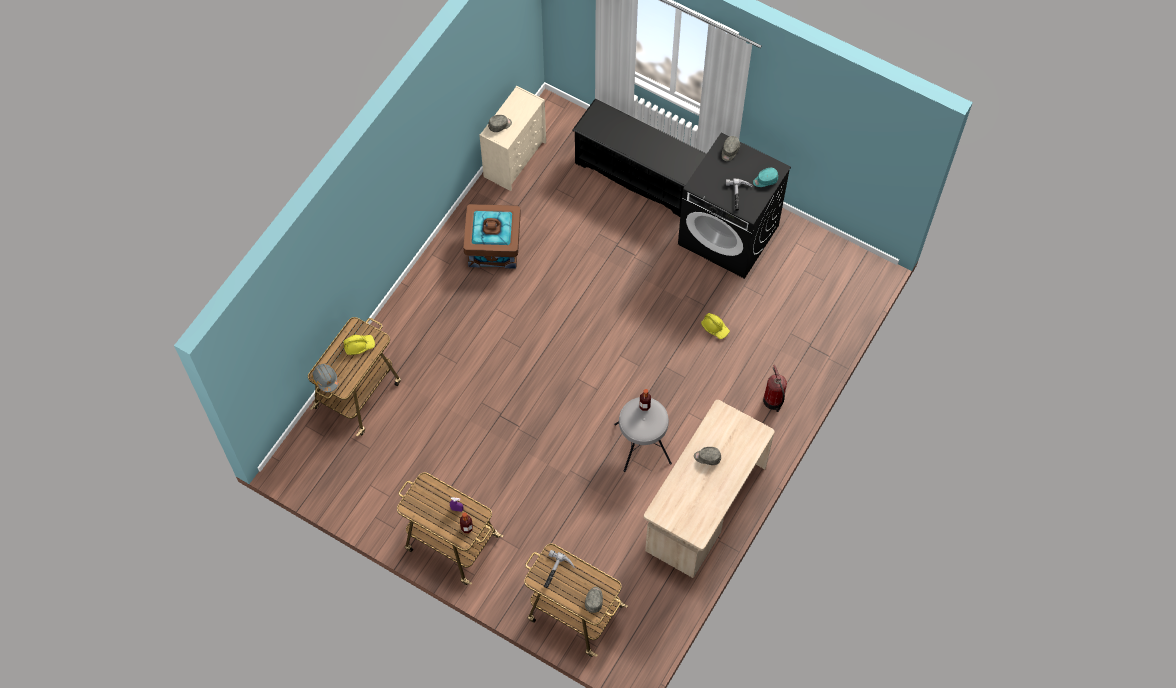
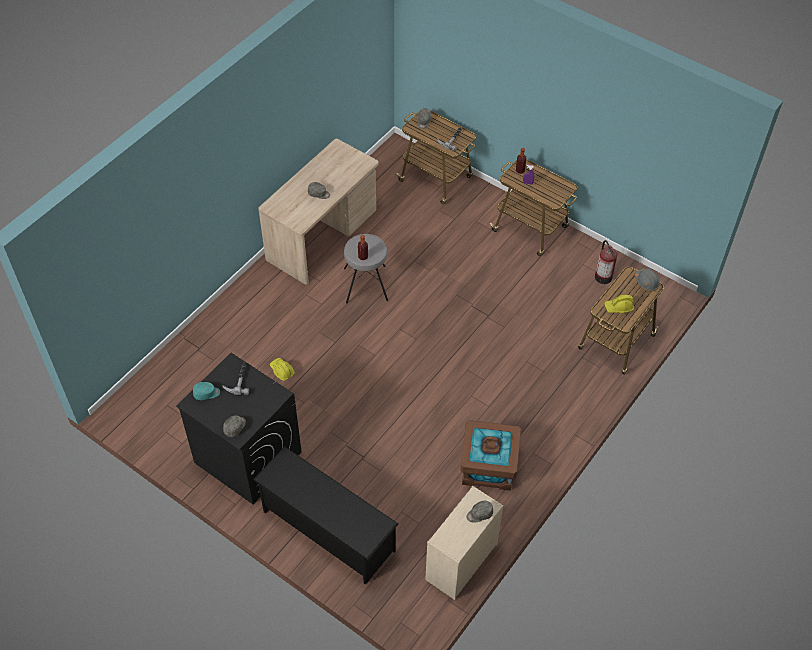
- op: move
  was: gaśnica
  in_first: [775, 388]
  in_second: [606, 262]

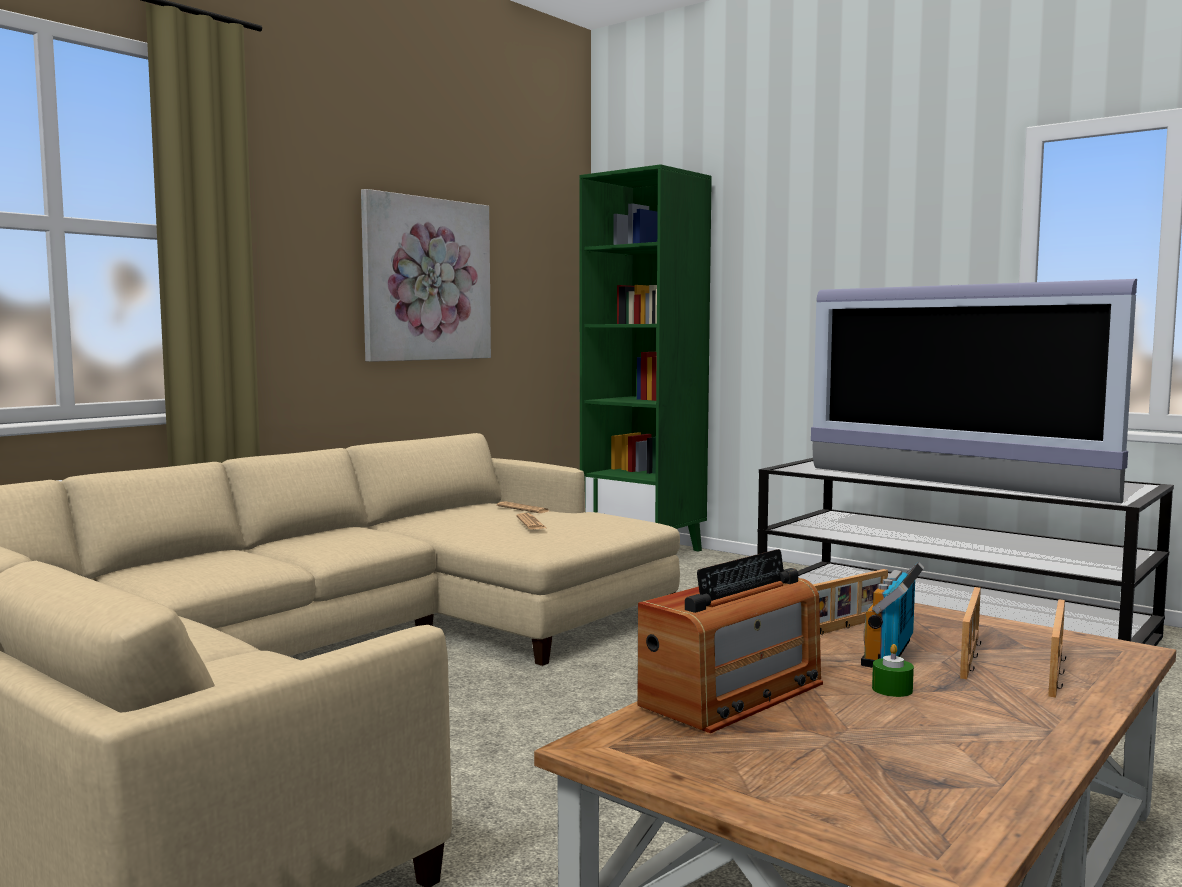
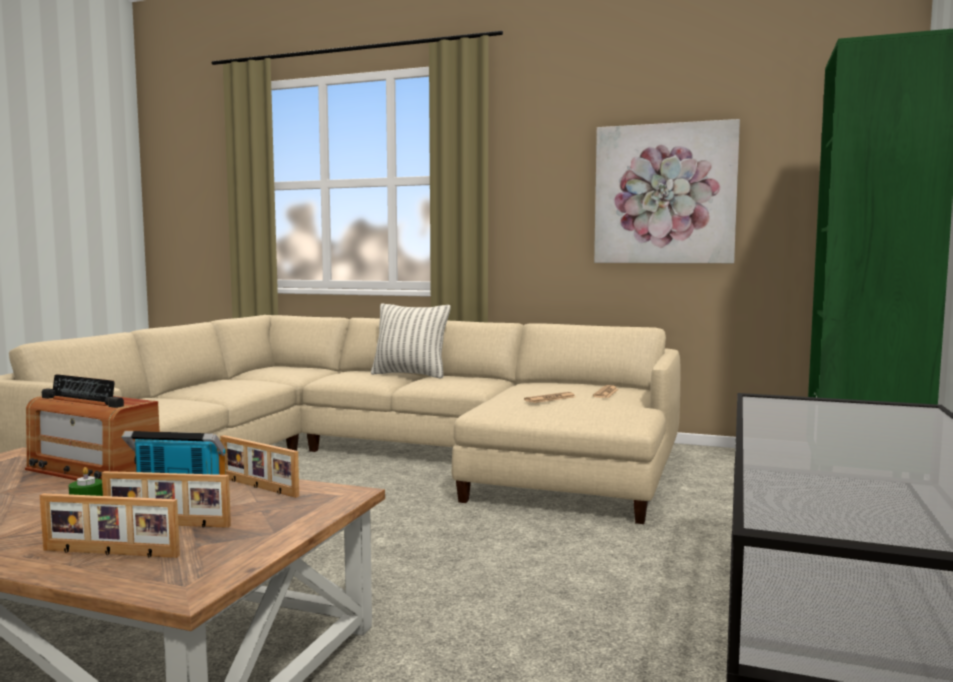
- op: delete
  was: telewizor
  in_first: [974, 391]
- op: insert
  now: poduszka
  in_second: [410, 340]

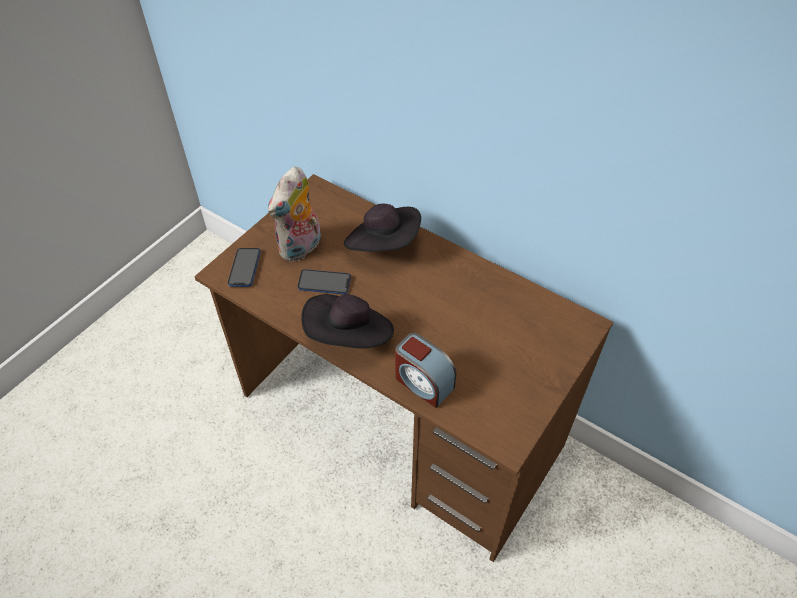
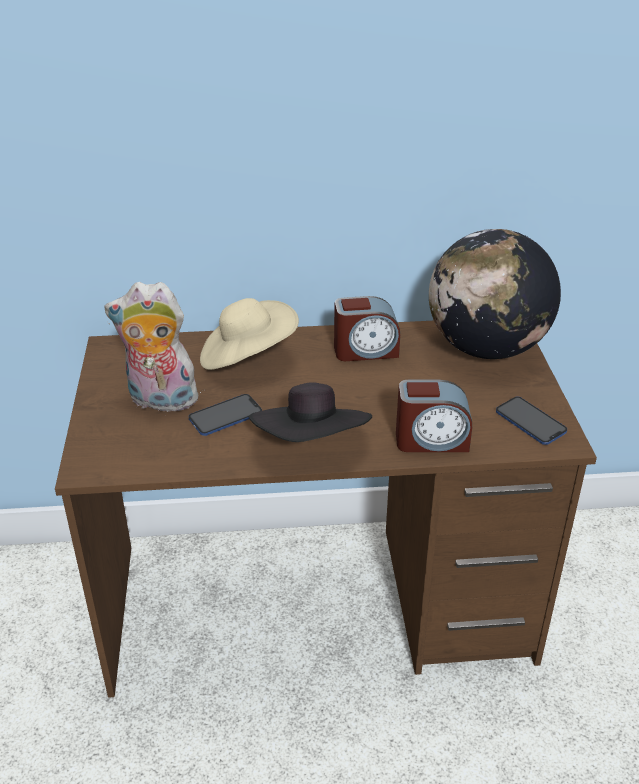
- op: move
  was: telefon
  in_first: [244, 267]
  in_second: [531, 421]
- op: rotate
  was: pluszak
  in_first: [294, 214]
  in_second: [152, 347]
  clockwise: 105
- op: recolor
  was: kapelusz [czarny]
  now: kapelusz [beżowy]
  in_first: [382, 228]
  in_second: [249, 334]
- op: insert
  now: budzik
  in_second: [367, 328]
- op: insert
  now: globus
  in_second: [495, 294]

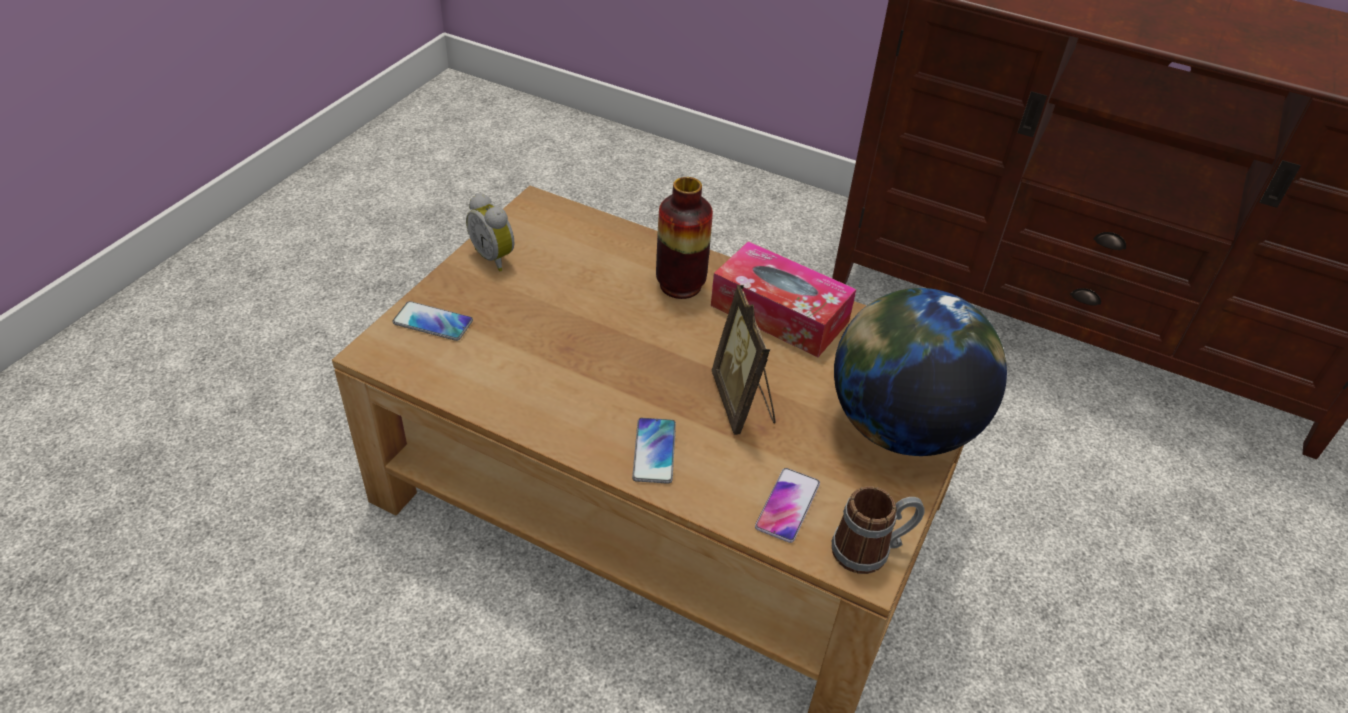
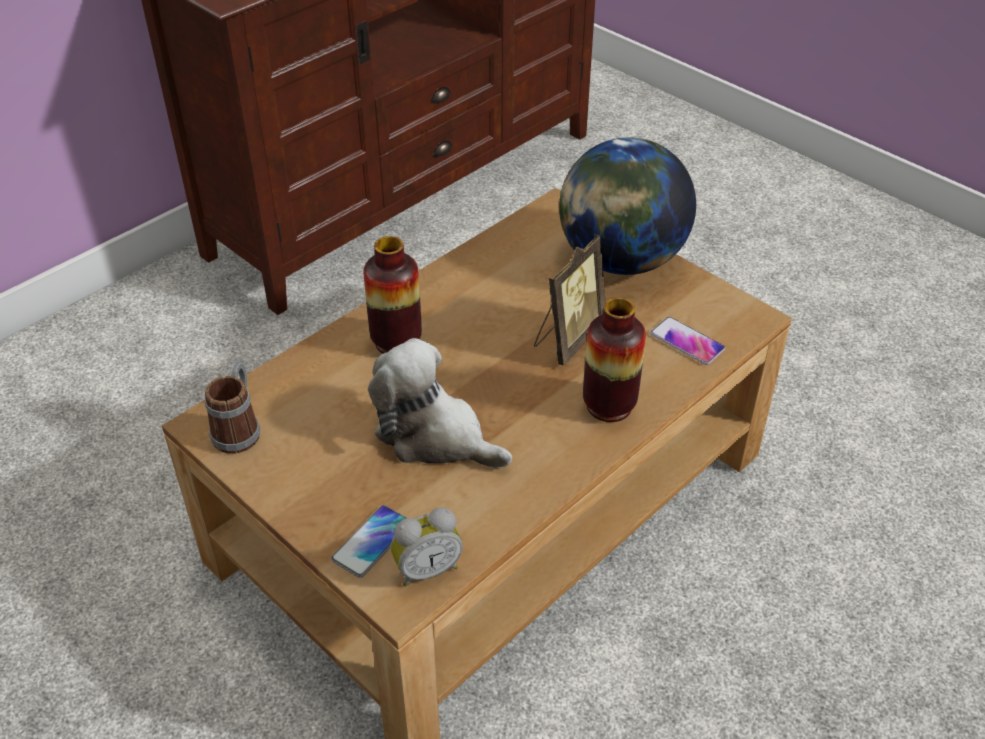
- op: move
  was: budzik
  in_first: [490, 232]
  in_second: [427, 547]
- op: replace
  was: telefon
  now: wazon
  in_first: [654, 451]
  in_second: [614, 360]
- op: delete
  was: pudełko chusteczek
  in_first: [783, 299]
- op: rotate
  was: ramka na zdjęcie
  in_first: [743, 360]
  in_second: [569, 300]
  clockwise: -60
- op: move
  was: kubek
  in_first: [878, 530]
  in_second: [232, 408]
- op: insert
  now: pluszak
  in_second: [440, 403]

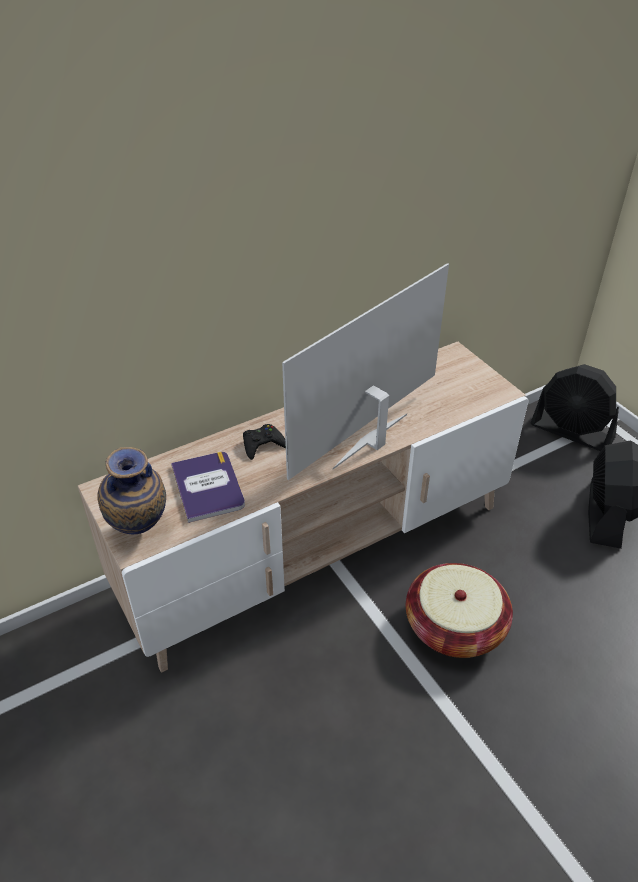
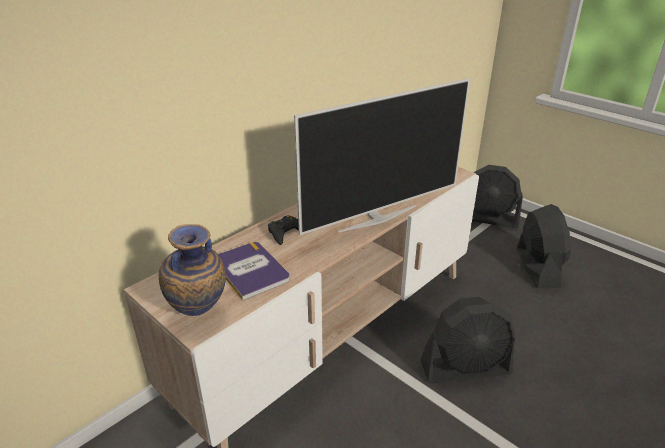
- op: rotate
  was: telewizor
  in_first: [365, 371]
  in_second: [382, 156]
  clockwise: -150
- op: replace
  was: koszyk
  now: wentylator [czarny]
  in_first: [459, 610]
  in_second: [468, 340]

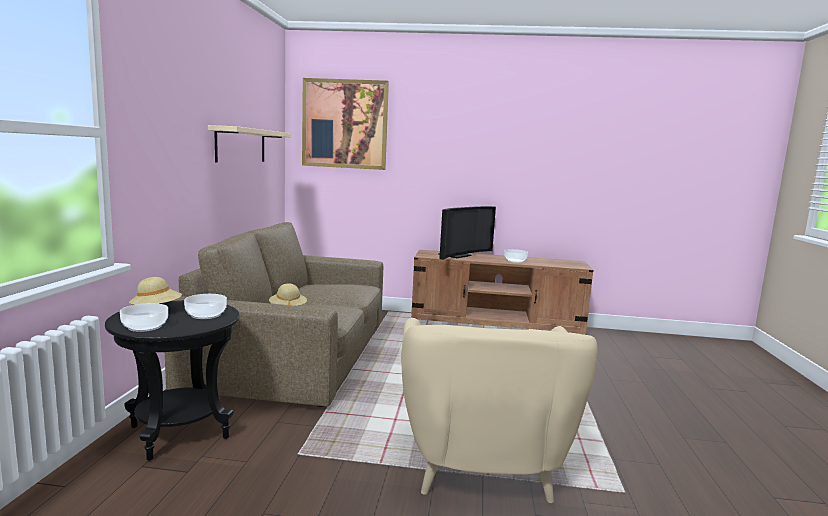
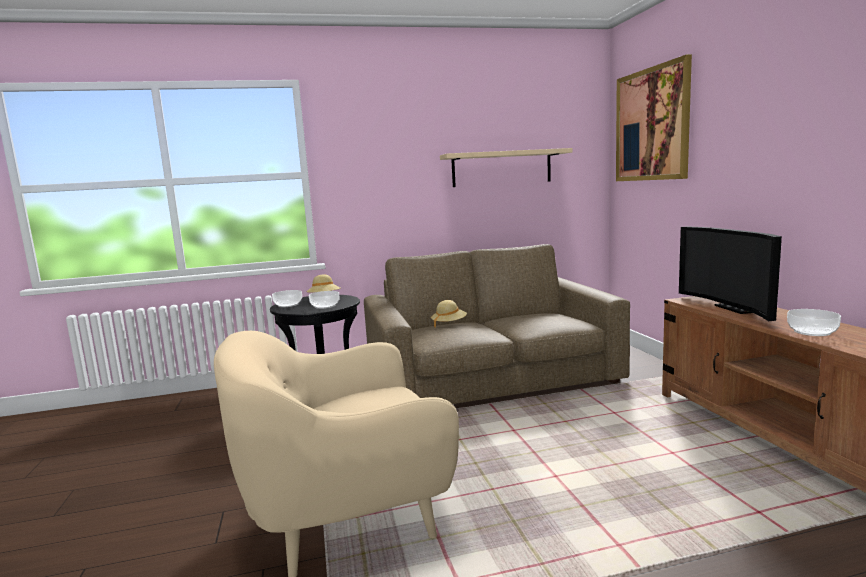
- op: rotate
  was: telewizor
  in_first: [467, 233]
  in_second: [730, 273]
  clockwise: 60

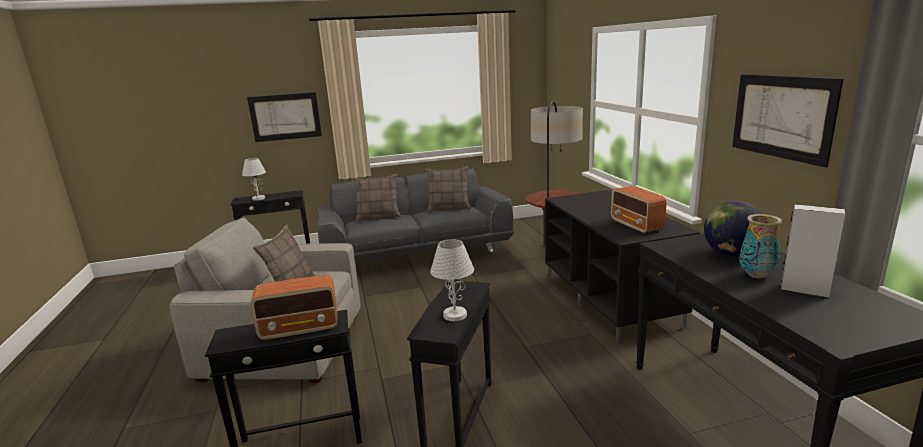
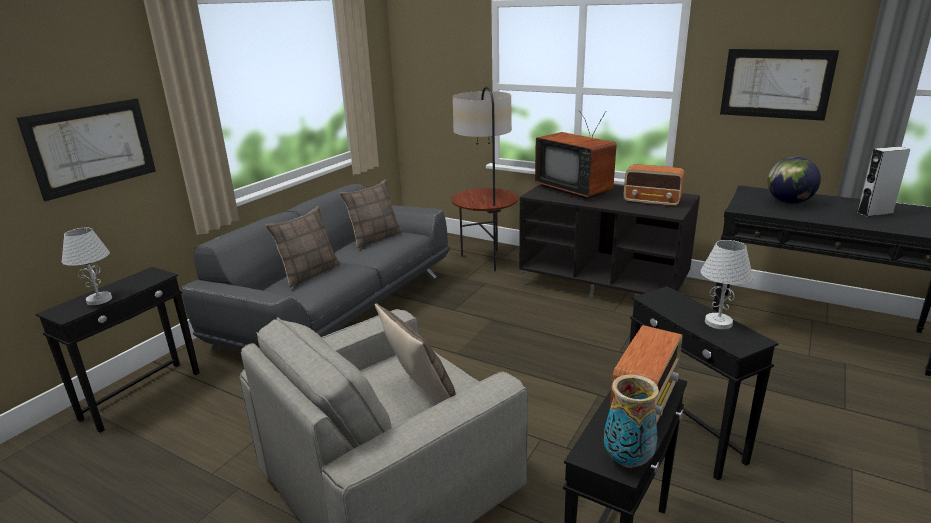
- op: move
  was: wazon
  in_first: [760, 246]
  in_second: [631, 421]
- op: insert
  now: telewizor
  in_second: [575, 155]

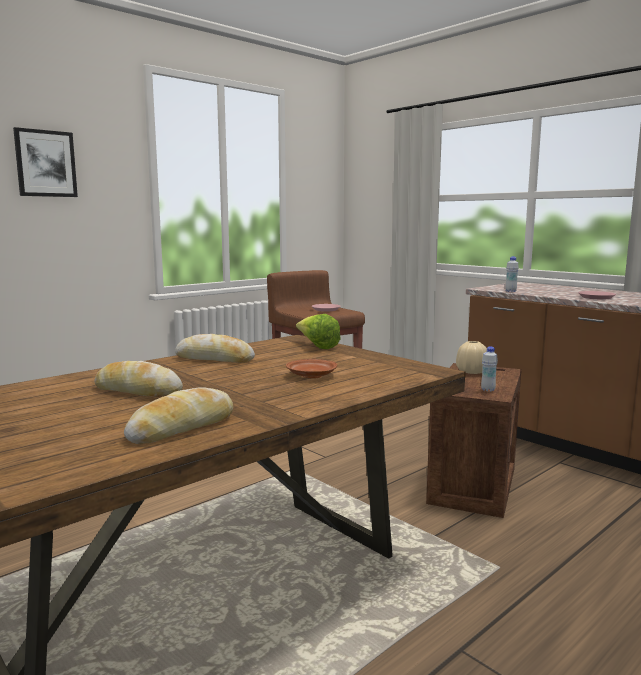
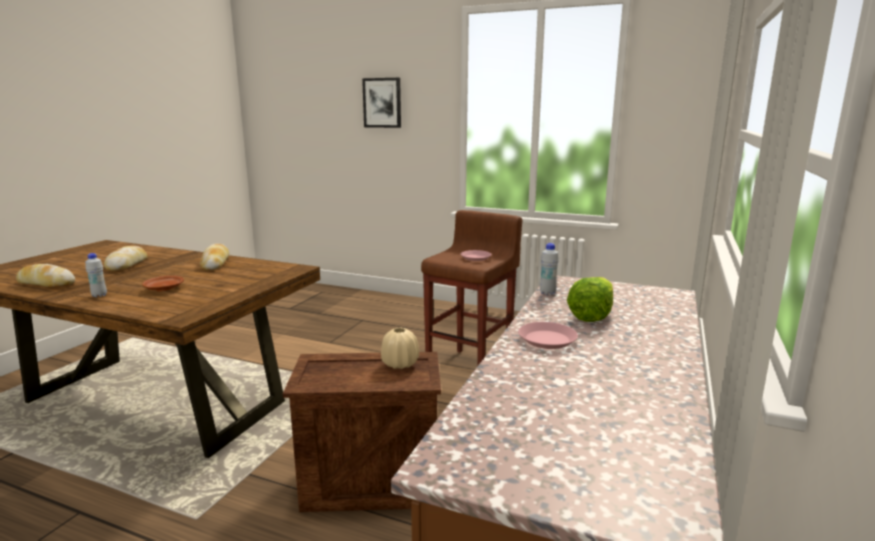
- op: move
  was: sałata
  in_first: [318, 331]
  in_second: [590, 299]
- op: move
  was: butelka [biały]
  in_first: [489, 369]
  in_second: [96, 275]

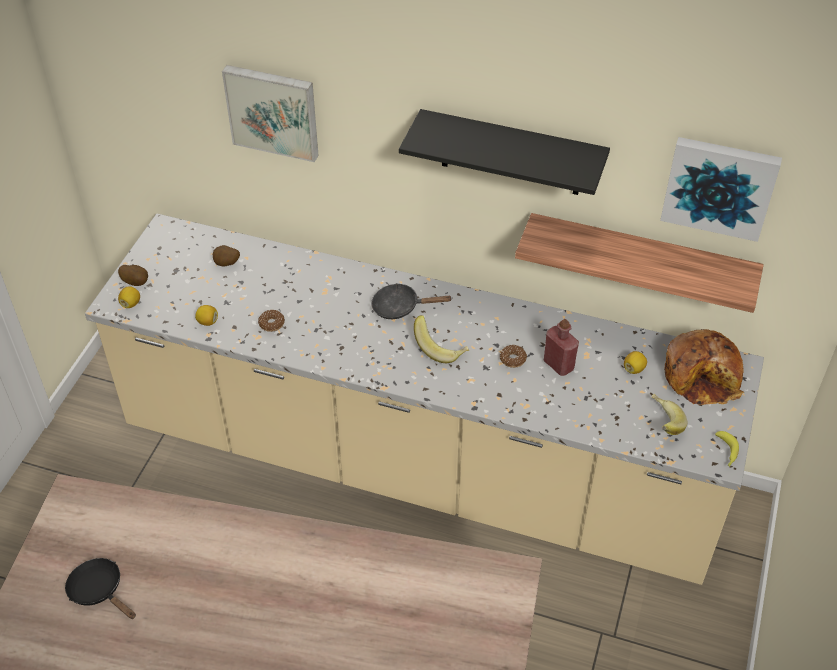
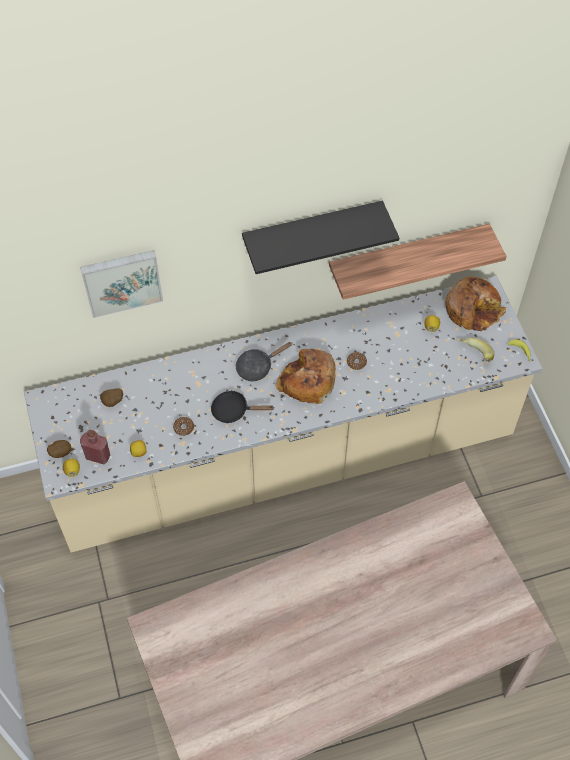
- op: move
  was: patelnia [czarny]
  in_first: [100, 588]
  in_second: [243, 406]
- op: replace
  was: banan
  now: chleb
  in_first: [441, 339]
  in_second: [305, 376]
- op: move
  was: butelka [czerwony]
  in_first: [561, 347]
  in_second: [95, 447]
- op: delete
  was: obraz
  in_first: [721, 189]

